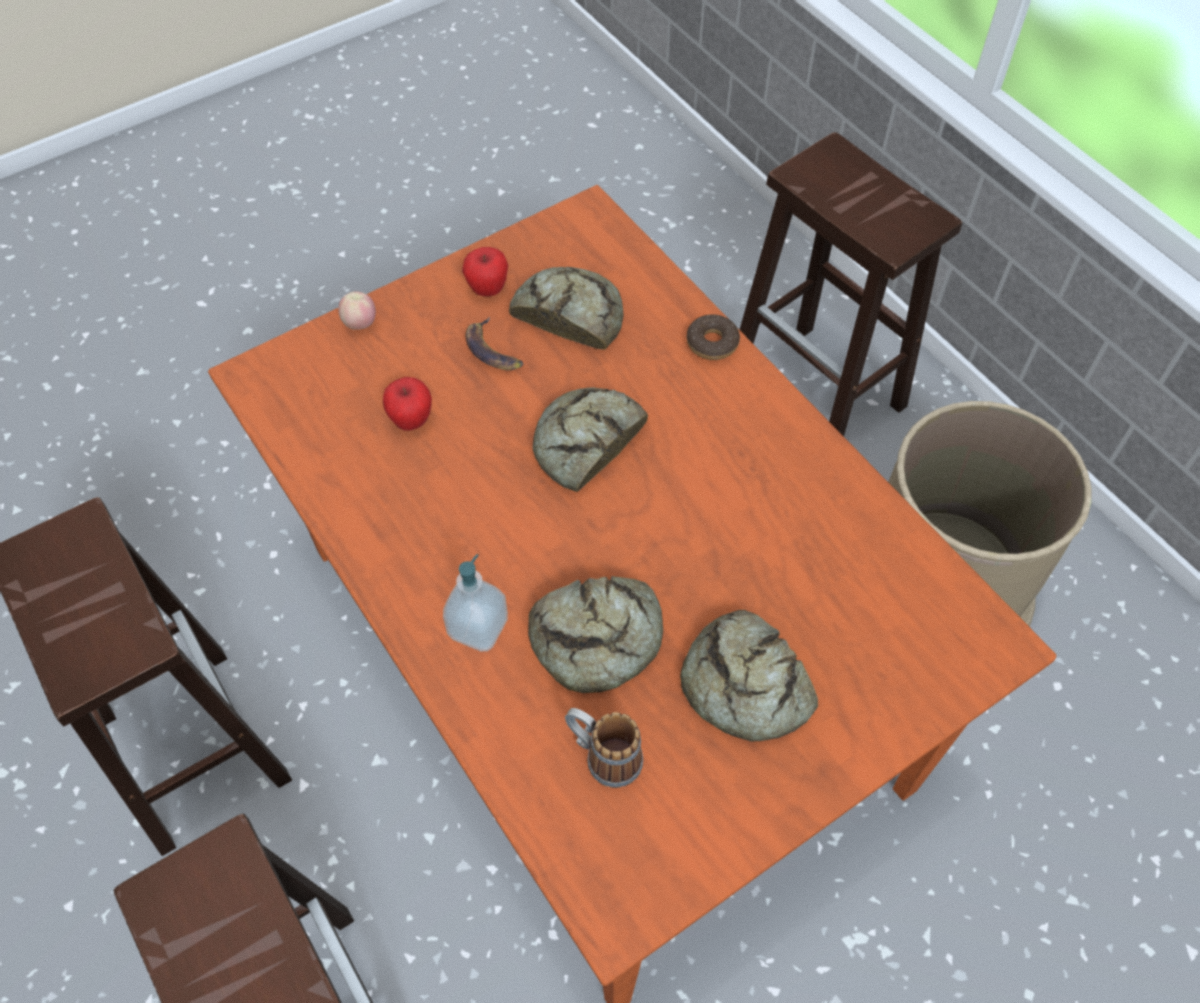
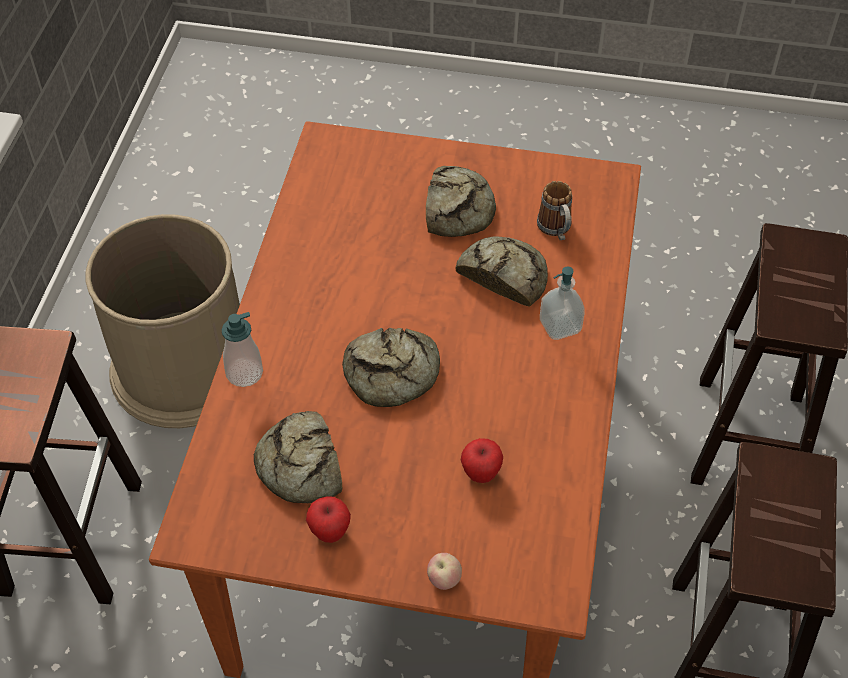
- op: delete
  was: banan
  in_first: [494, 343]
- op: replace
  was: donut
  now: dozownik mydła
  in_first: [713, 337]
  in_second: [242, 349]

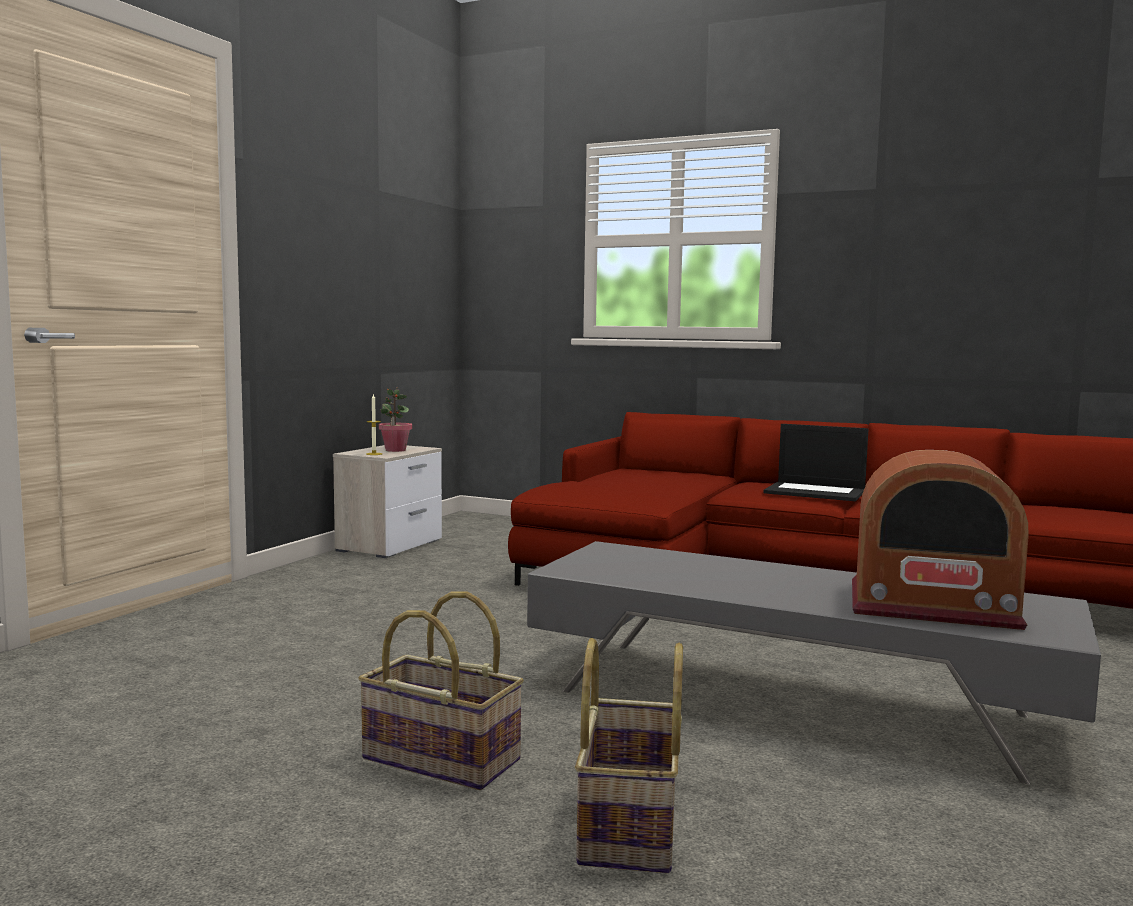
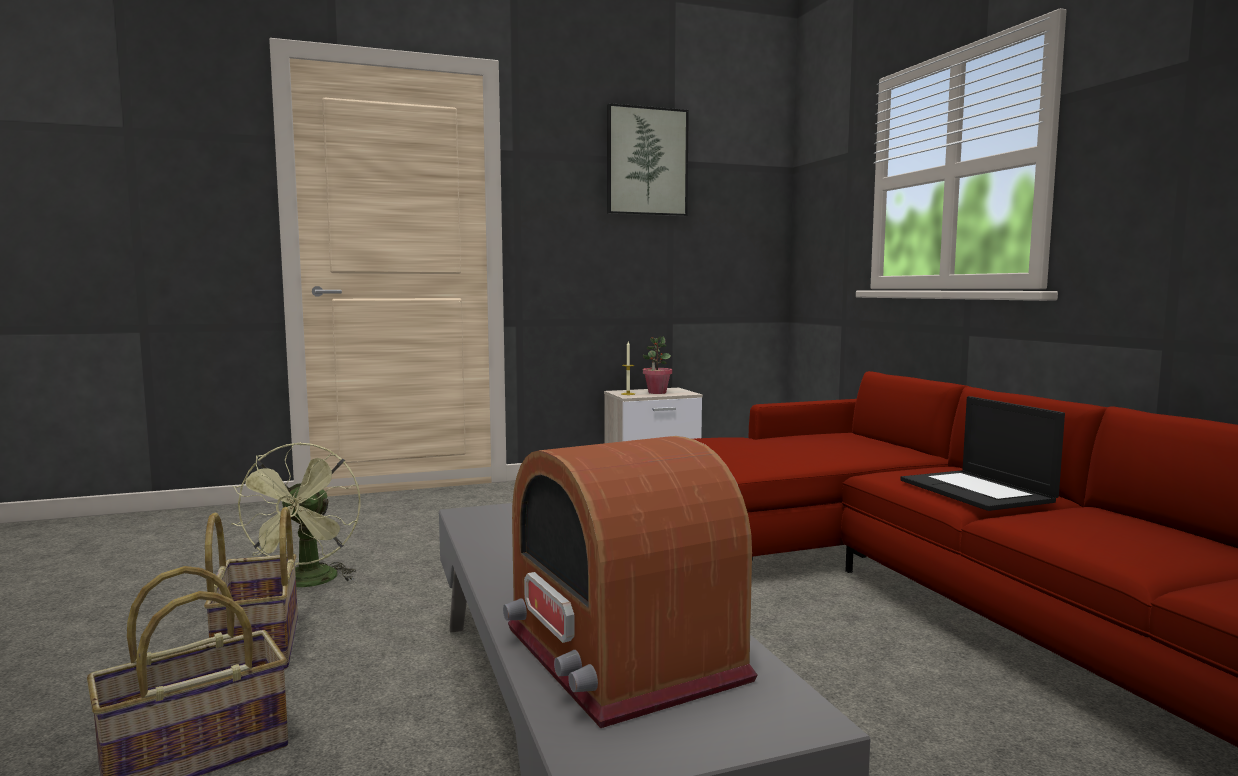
- op: insert
  now: wentylator [zielony]
  in_second: [296, 514]
- op: insert
  now: obraz
  in_second: [648, 159]

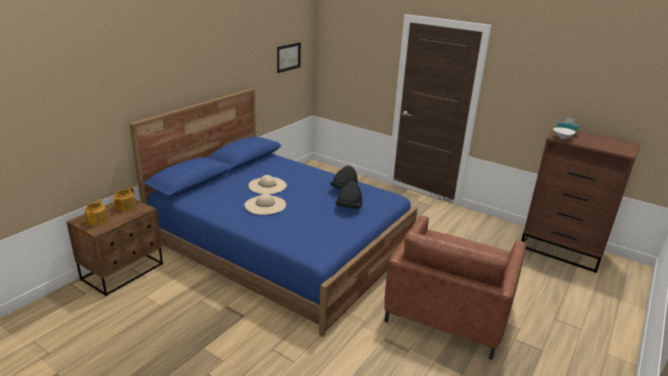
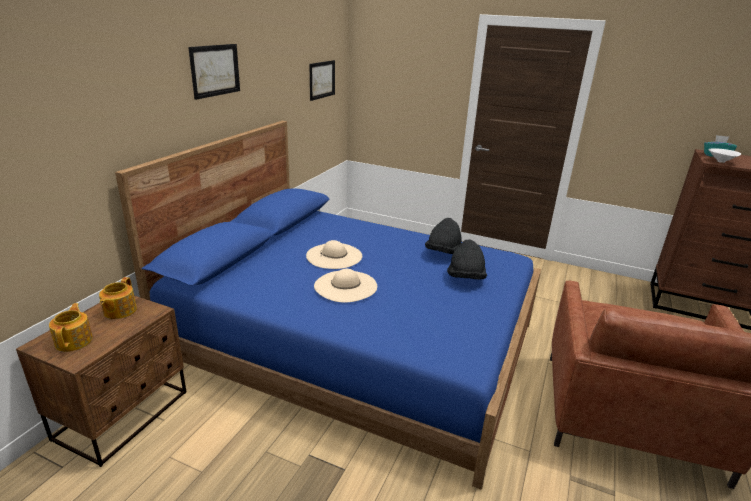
- op: insert
  now: obraz
  in_second: [214, 72]

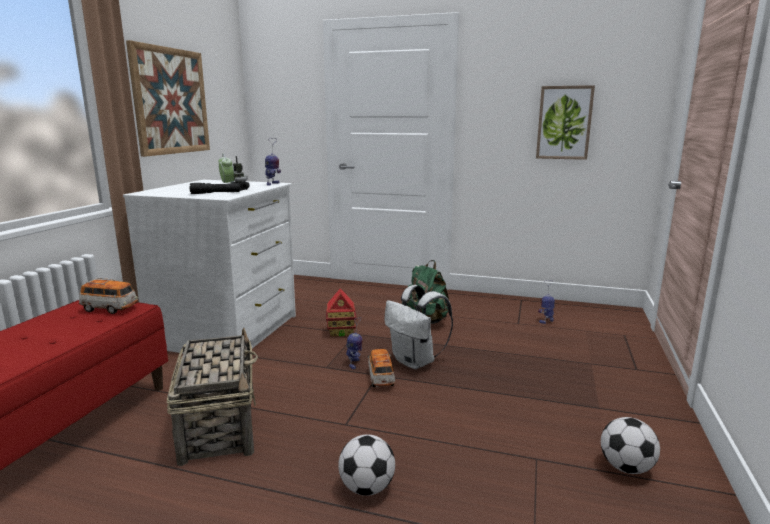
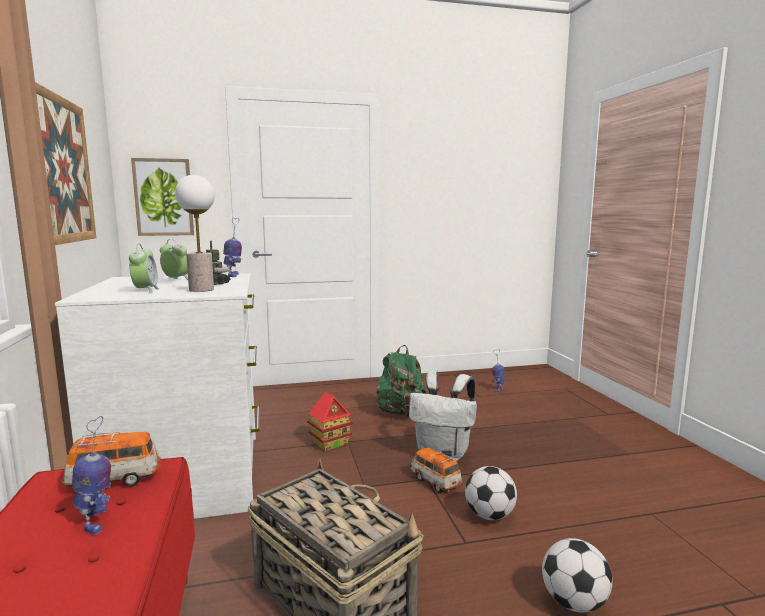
- op: replace
  was: latarka [czarny]
  now: lampa stołowa
  in_first: [215, 188]
  in_second: [195, 233]
- op: move
  was: robot zabawkowy
  in_first: [354, 343]
  in_second: [91, 475]
- op: move
  was: obraz
  in_first: [565, 122]
  in_second: [162, 197]
- op: move
  was: piłka futbolowa
  in_first: [630, 445]
  in_second: [491, 493]
- op: insert
  now: budzik
  in_second: [144, 269]

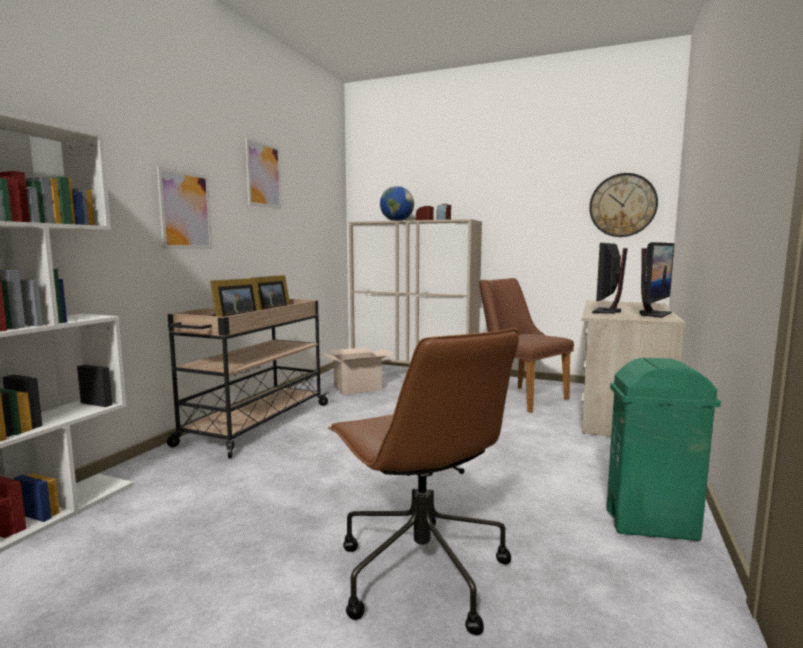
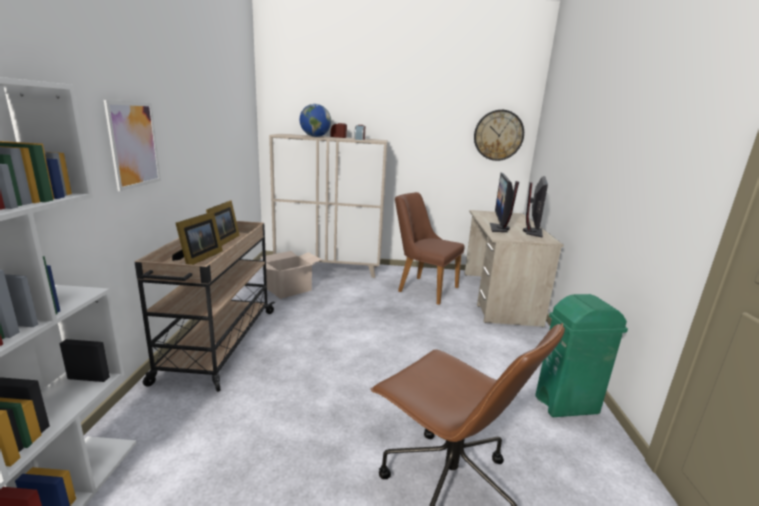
- op: delete
  was: obraz
  in_first: [263, 173]

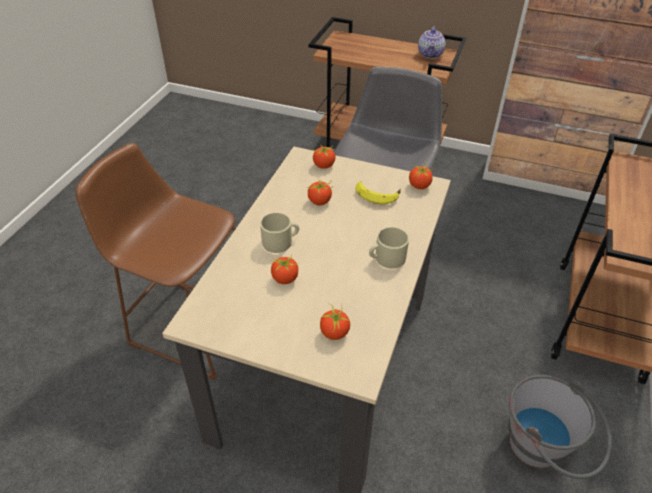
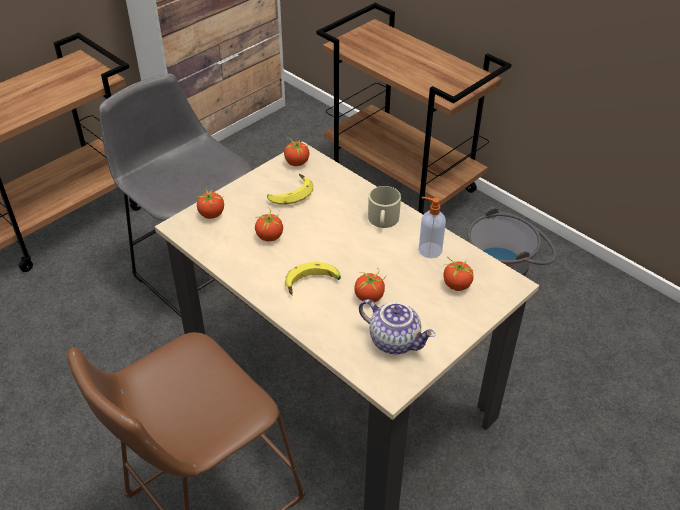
- op: replace
  was: kubek [beżowy]
  now: banan
  in_first: [279, 233]
  in_second: [313, 278]
- op: move
  was: imbryk
  in_first: [432, 42]
  in_second: [397, 326]
- op: insert
  now: dozownik mydła
  in_second: [432, 227]

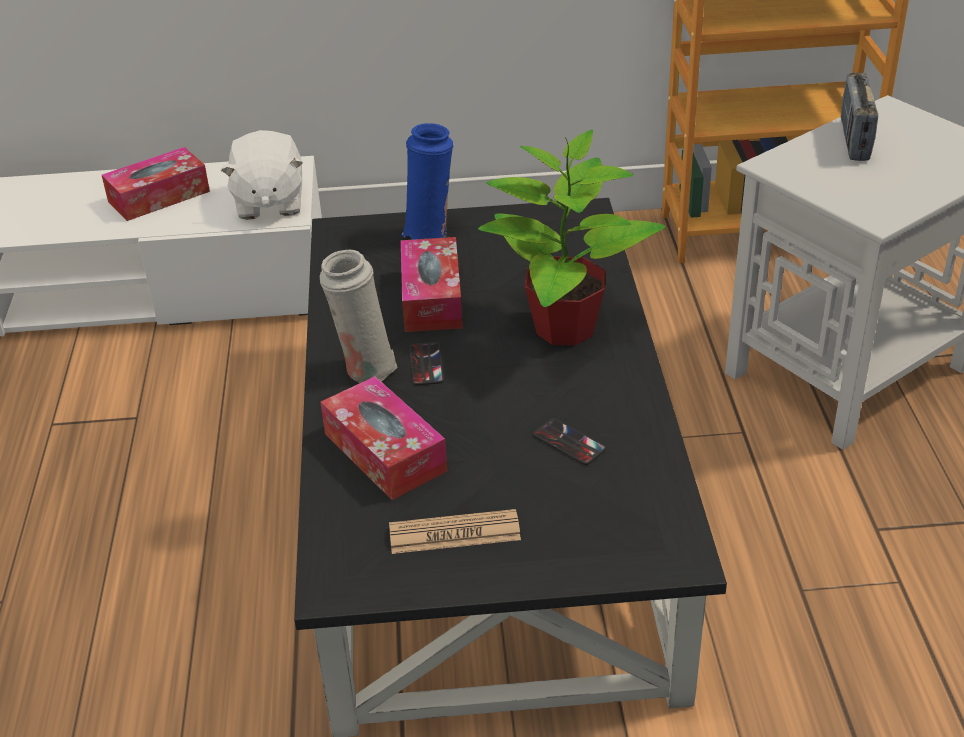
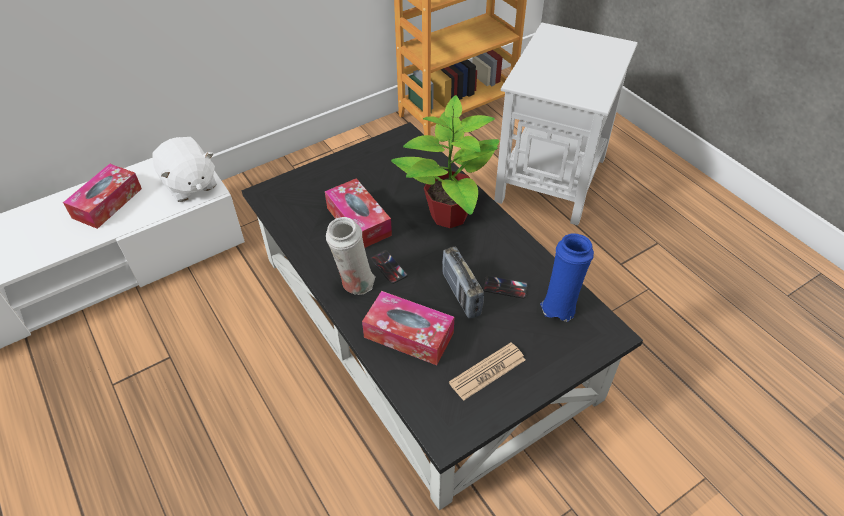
- op: move
  was: wazon [niebieski]
  in_first: [427, 181]
  in_second: [567, 277]
- op: move
  was: radio
  in_first: [859, 117]
  in_second: [463, 283]

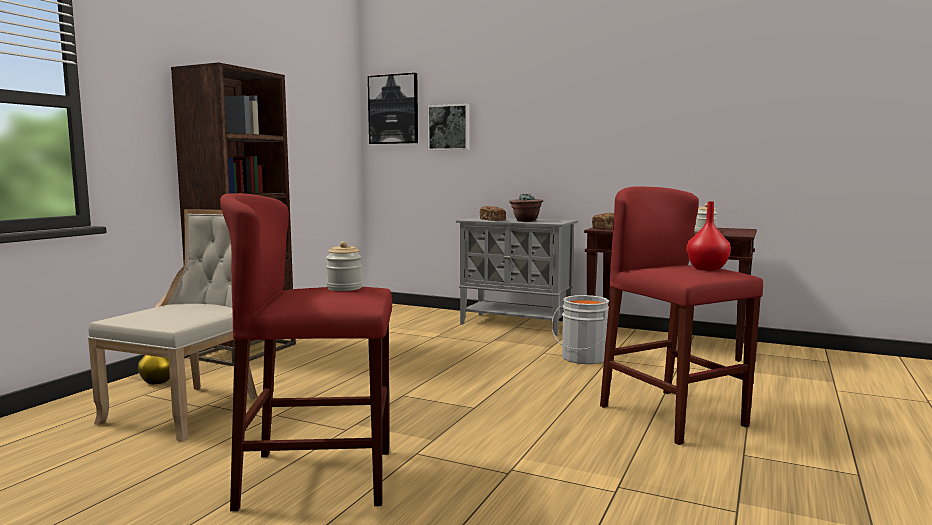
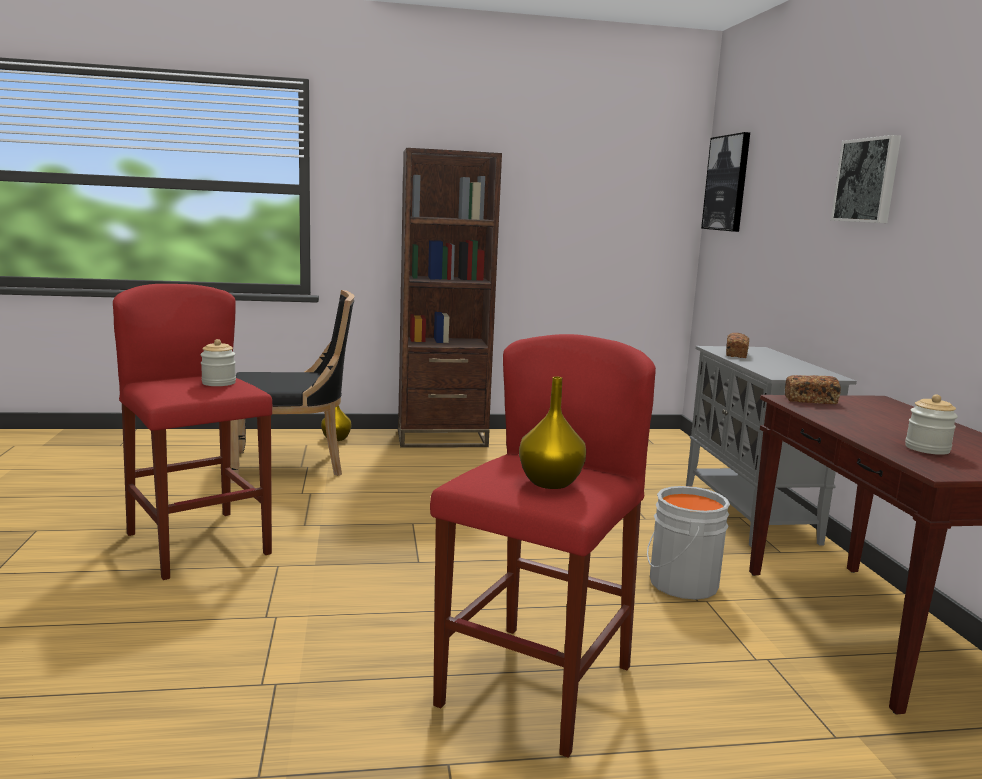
- op: recolor
  was: krzesło [beżowy]
  now: krzesło [czarny]
  in_first: [173, 325]
  in_second: [292, 386]
- op: move
  was: obraz
  in_first: [448, 127]
  in_second: [866, 179]
- op: delete
  was: roślina doniczkowa
  in_first: [526, 207]
- op: recolor
  was: wazon [czerwony]
  now: wazon [żółty]
  in_first: [708, 236]
  in_second: [552, 433]

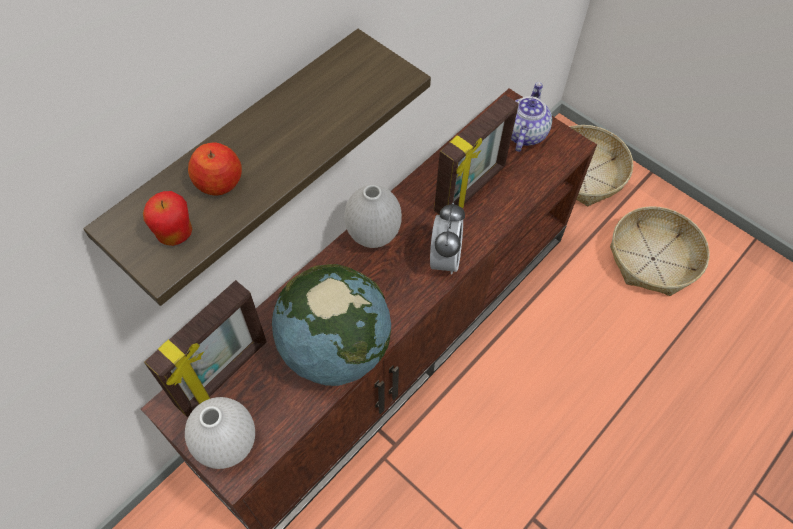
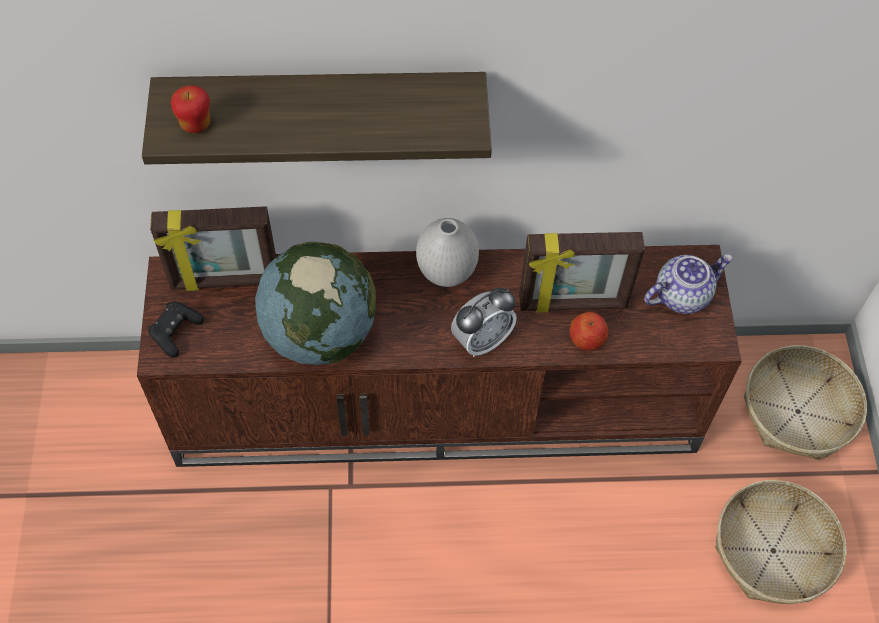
- op: replace
  was: wazon [biały]
  now: pad do gier [czarny]
  in_first: [220, 433]
  in_second: [176, 329]
- op: move
  was: jabłko
  in_first: [215, 169]
  in_second: [589, 331]

